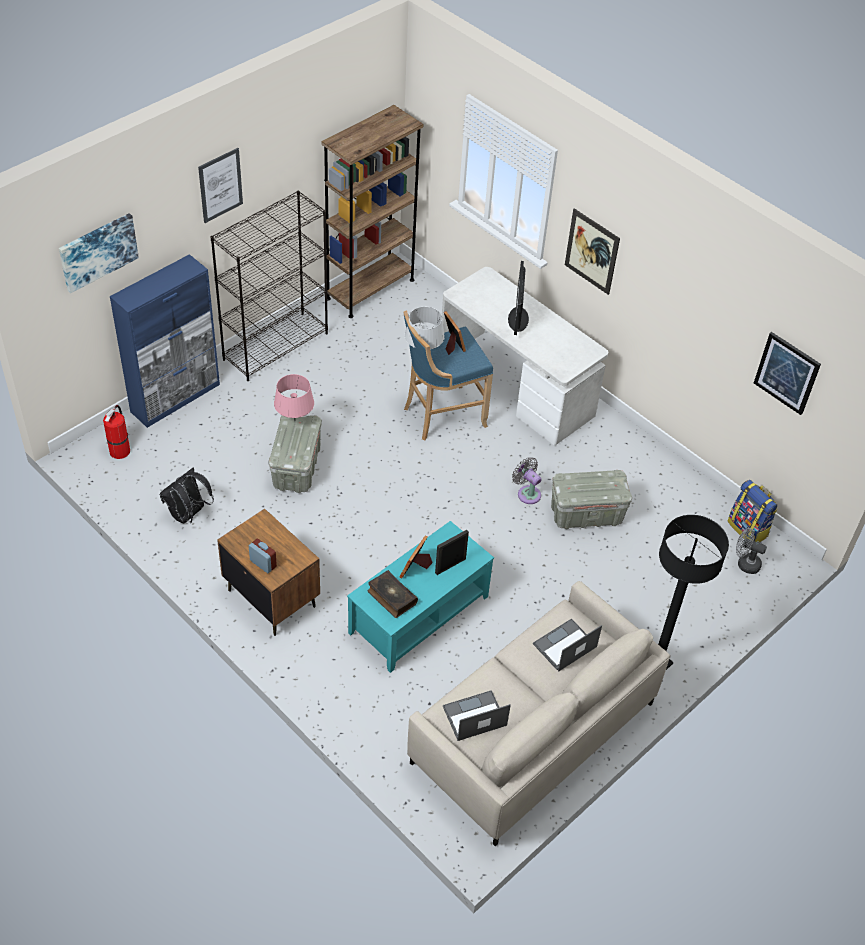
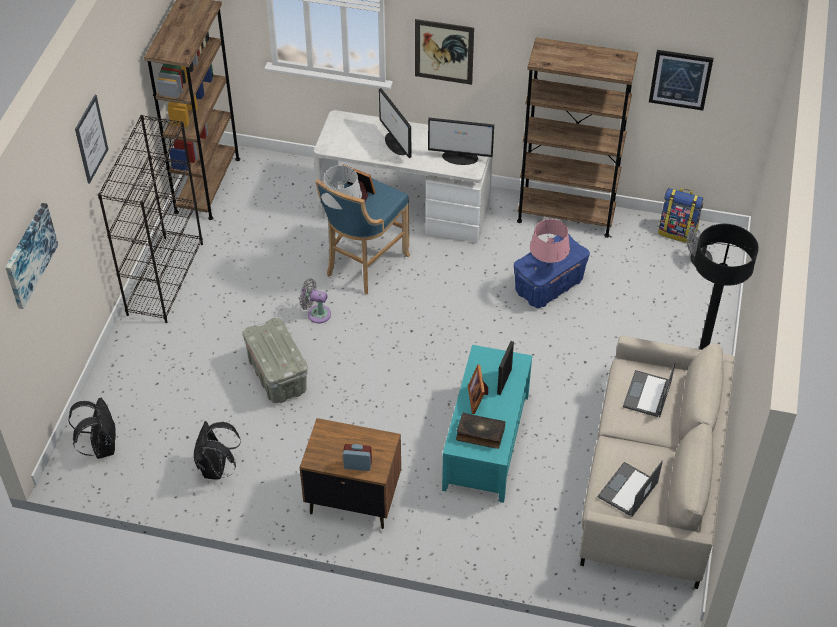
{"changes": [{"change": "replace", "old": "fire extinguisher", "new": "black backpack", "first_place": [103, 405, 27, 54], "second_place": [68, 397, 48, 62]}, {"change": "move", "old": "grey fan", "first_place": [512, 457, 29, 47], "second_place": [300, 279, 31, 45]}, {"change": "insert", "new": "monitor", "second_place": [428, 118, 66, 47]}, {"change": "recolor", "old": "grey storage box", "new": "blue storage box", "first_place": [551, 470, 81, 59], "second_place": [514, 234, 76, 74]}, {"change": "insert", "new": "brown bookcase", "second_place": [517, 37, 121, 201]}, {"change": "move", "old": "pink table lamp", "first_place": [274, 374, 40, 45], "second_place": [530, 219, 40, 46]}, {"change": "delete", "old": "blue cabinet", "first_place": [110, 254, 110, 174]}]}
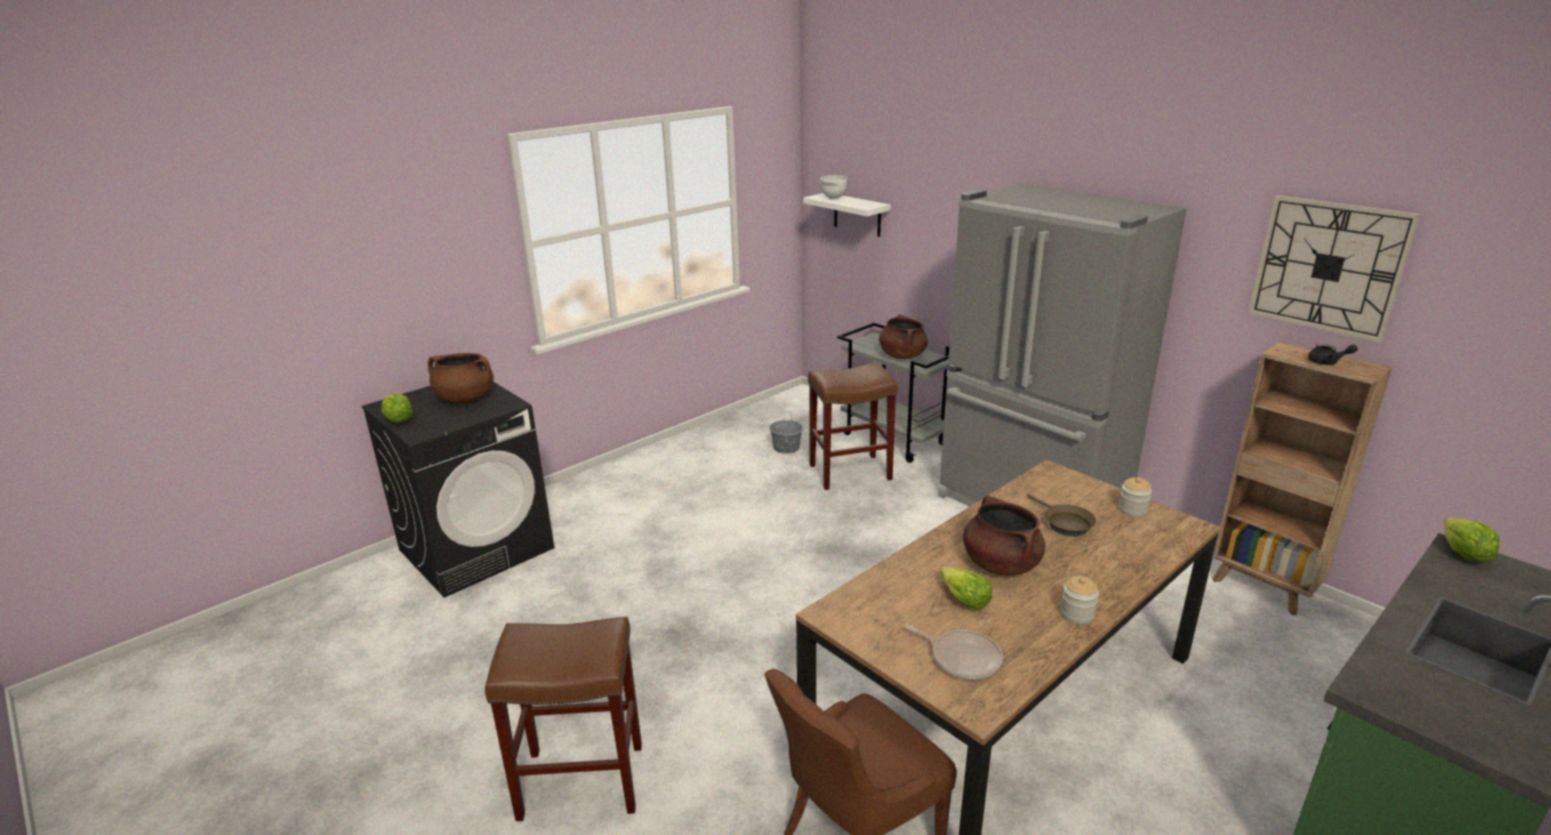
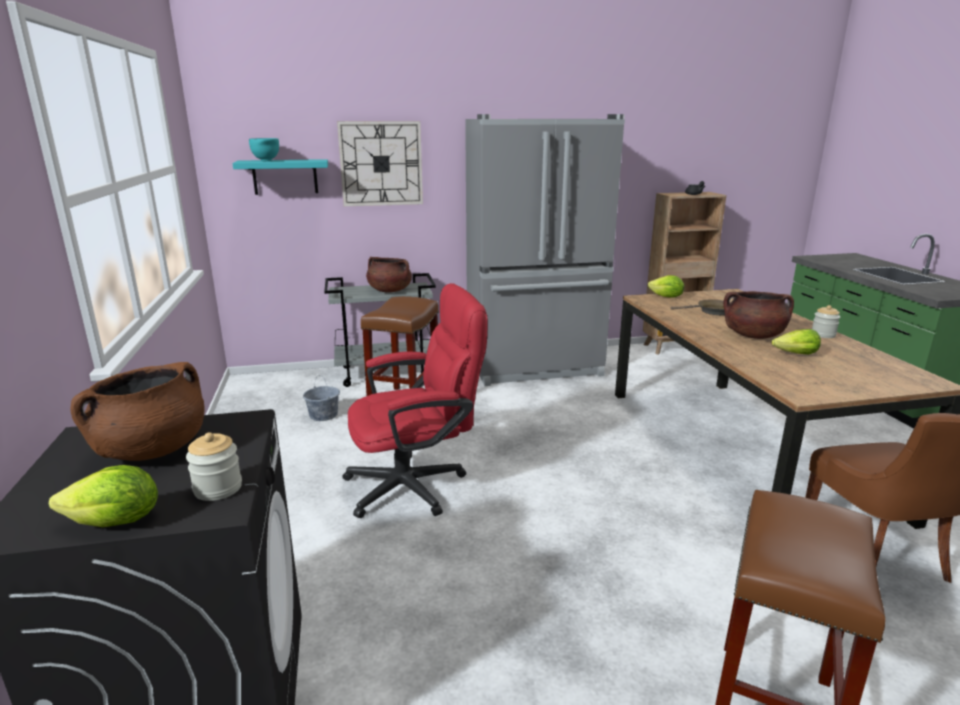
{"changes": [{"change": "move", "old": "jar", "first_place": [1119, 477, 33, 40], "second_place": [186, 432, 56, 69]}, {"change": "recolor", "old": "white shelf", "new": "turquoise shelf", "first_place": [803, 193, 88, 44], "second_place": [232, 159, 96, 36]}, {"change": "recolor", "old": "white bowl", "new": "turquoise bowl", "first_place": [820, 175, 28, 25], "second_place": [249, 138, 30, 23]}, {"change": "move", "old": "wall clock", "first_place": [1248, 195, 173, 148], "second_place": [337, 121, 86, 85]}, {"change": "insert", "new": "red office chair", "second_place": [342, 283, 146, 235]}, {"change": "move", "old": "lettuce", "first_place": [1443, 517, 56, 45], "second_place": [648, 275, 36, 23]}, {"change": "delete", "old": "frying pan", "first_place": [905, 625, 98, 55]}]}
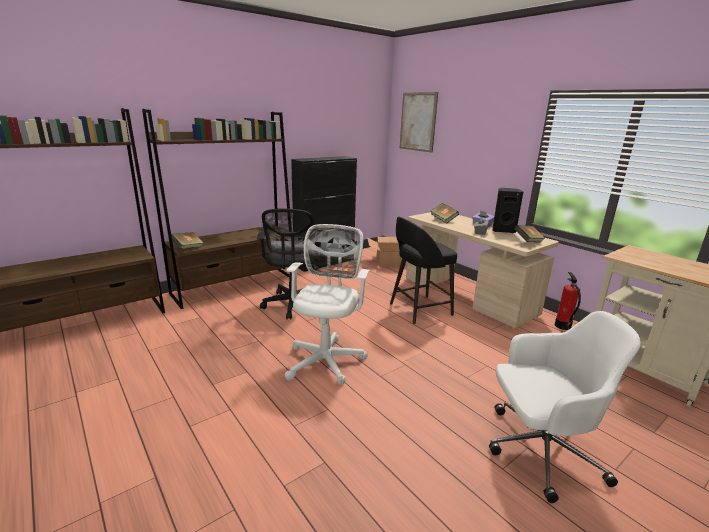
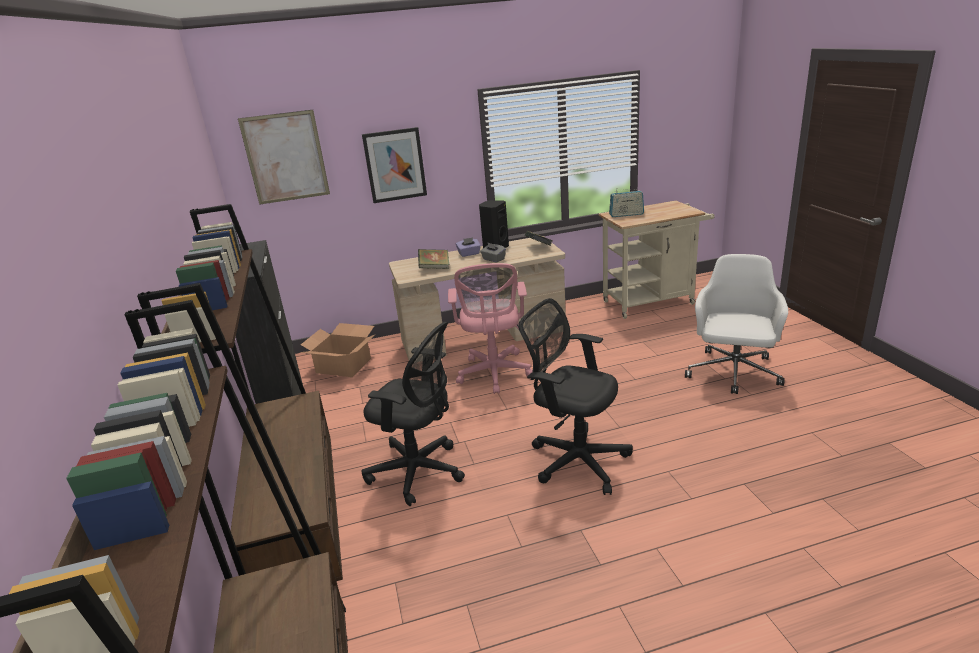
{"changes": [{"change": "insert", "new": "picture", "second_place": [362, 127, 65, 76]}, {"change": "replace", "old": "black stool", "new": "pink office chair", "first_place": [390, 217, 67, 107], "second_place": [448, 263, 85, 131]}, {"change": "recolor", "old": "white office chair", "new": "black office chair", "first_place": [285, 224, 85, 161], "second_place": [518, 298, 115, 197]}, {"change": "insert", "new": "radio", "second_place": [609, 188, 35, 29]}, {"change": "delete", "old": "book", "first_place": [171, 232, 33, 17]}, {"change": "delete", "old": "fire extinguisher", "first_place": [555, 272, 26, 58]}]}
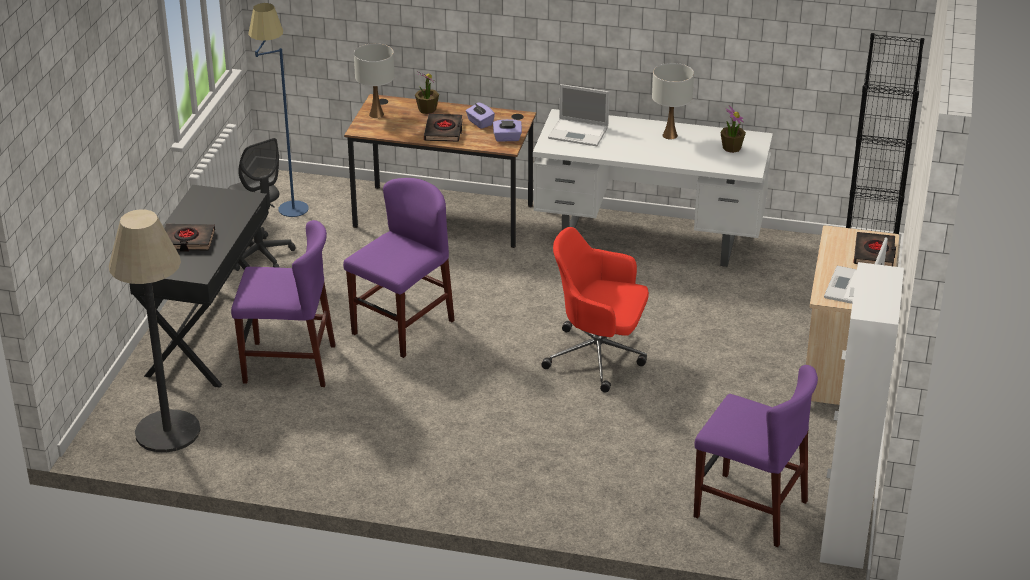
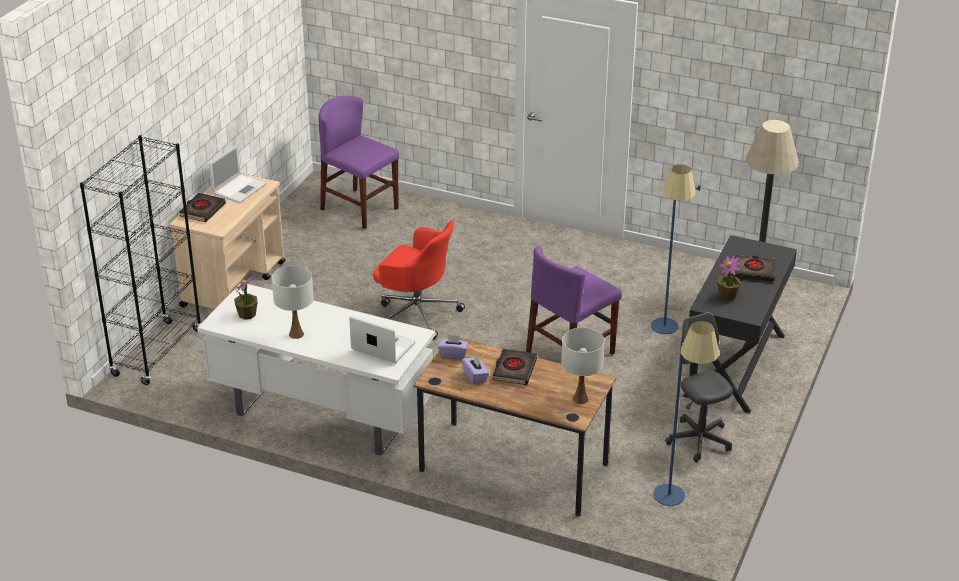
{"changes": [{"change": "replace", "old": "purple chair", "new": "blue floor lamp", "first_place": [231, 220, 105, 167], "second_place": [651, 164, 50, 170]}, {"change": "move", "old": "potted plant", "first_place": [415, 72, 24, 42], "second_place": [717, 256, 24, 45]}, {"change": "delete", "old": "white cabinet", "first_place": [820, 262, 84, 307]}]}
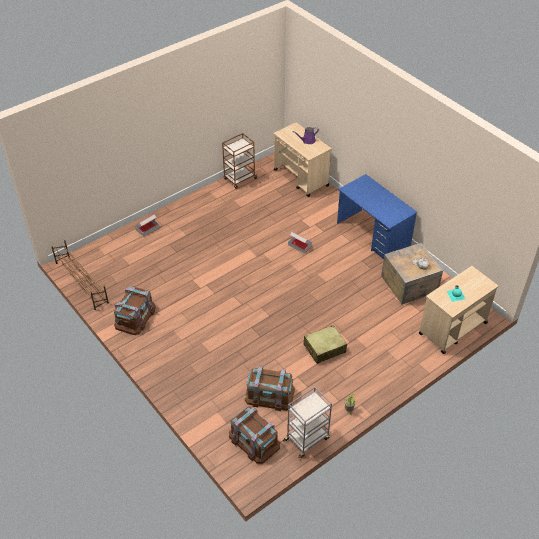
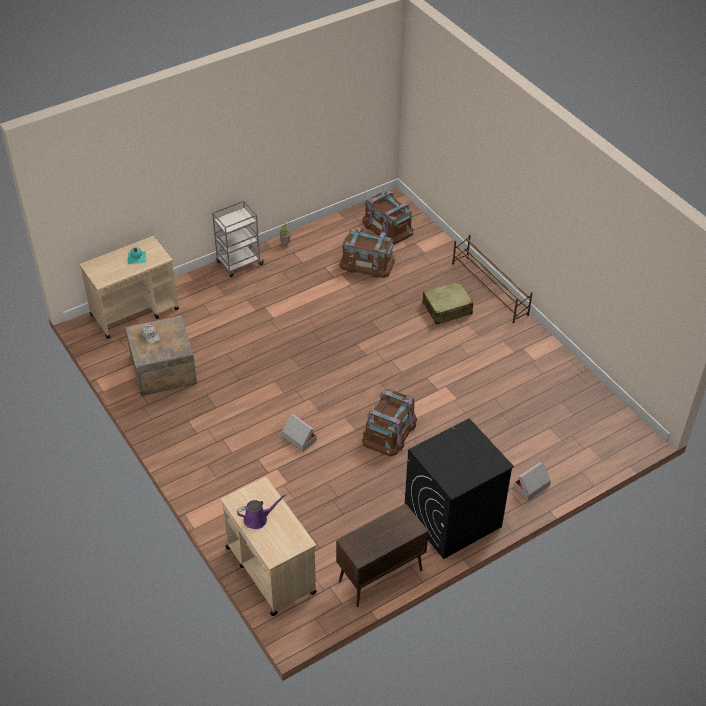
{"changes": [{"change": "move", "old": "grey cart", "first_place": [283, 387, 49, 72], "second_place": [212, 201, 52, 76]}, {"change": "replace", "old": "brown cart", "new": "brown cabinet", "first_place": [222, 133, 35, 56], "second_place": [336, 504, 92, 103]}, {"change": "move", "old": "brown storage box", "first_place": [114, 286, 42, 49], "second_place": [362, 389, 55, 67]}, {"change": "insert", "new": "black washing machine", "second_place": [405, 418, 109, 141]}, {"change": "move", "old": "beige suitcase", "first_place": [303, 325, 44, 39], "second_place": [423, 281, 50, 44]}, {"change": "move", "old": "brown shoe rack", "first_place": [52, 240, 57, 70], "second_place": [452, 235, 81, 88]}, {"change": "delete", "old": "blue desk", "first_place": [337, 174, 80, 85]}]}
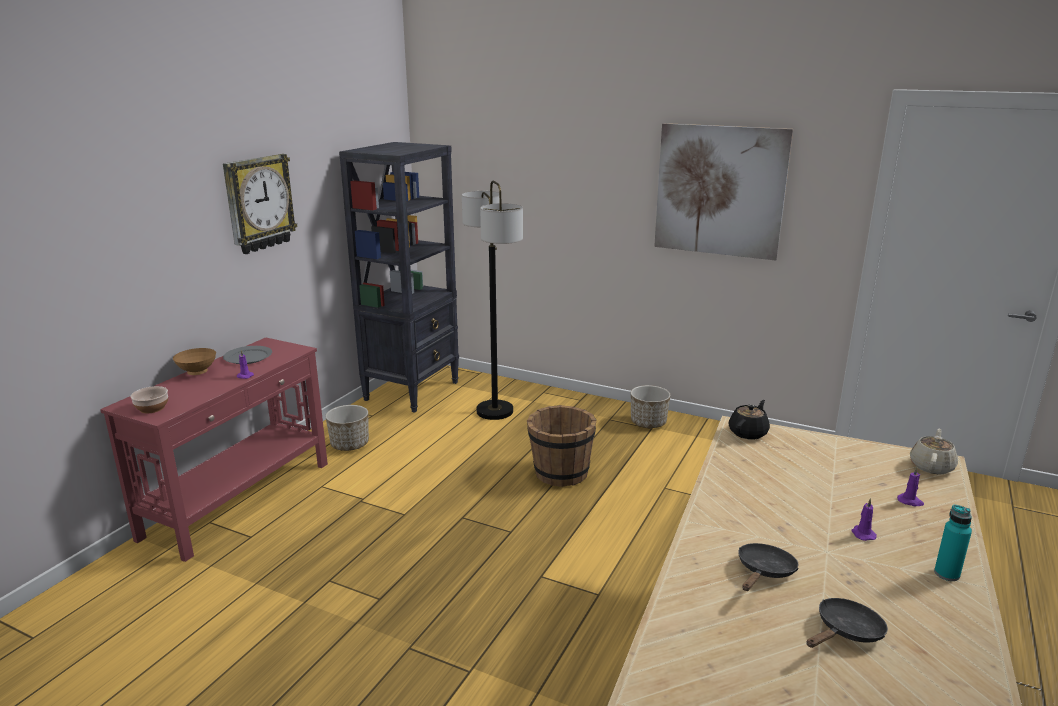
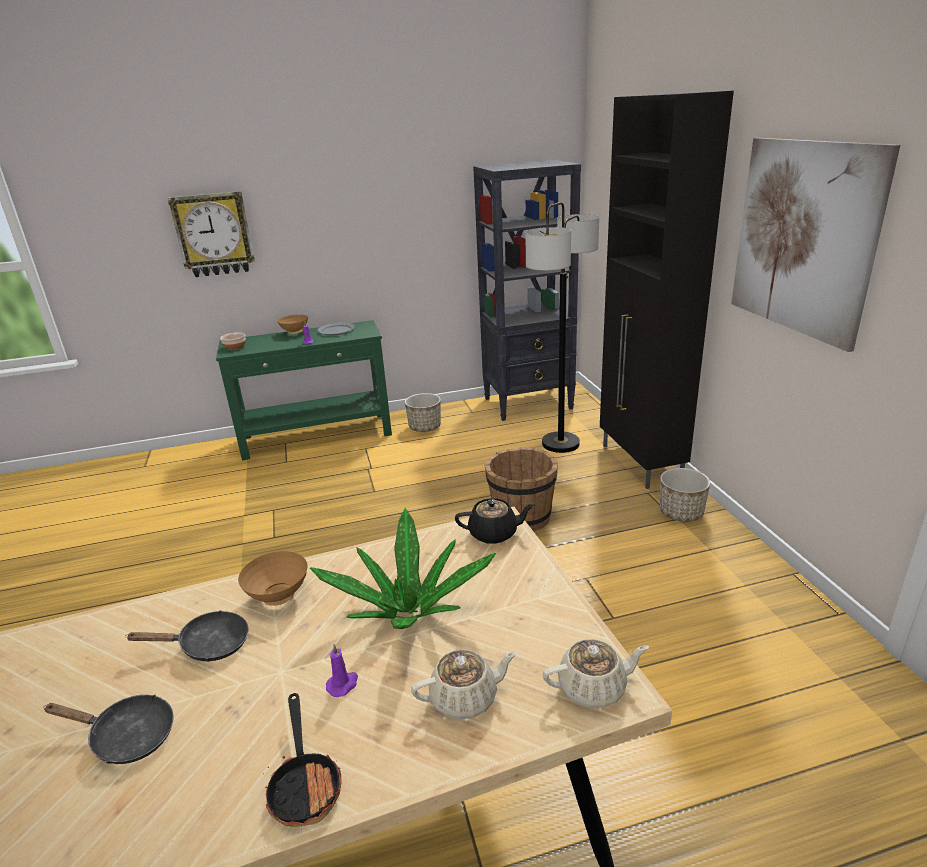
{"changes": [{"change": "move", "old": "wall clock", "first_place": [223, 154, 75, 100], "second_place": [168, 191, 87, 86]}, {"change": "recolor", "old": "red console table", "new": "green console table", "first_place": [100, 337, 228, 225], "second_place": [216, 320, 176, 140]}, {"change": "insert", "new": "brown bowl", "second_place": [238, 551, 69, 55]}, {"change": "replace", "old": "turquoise bottle", "new": "frying pan", "first_place": [934, 505, 38, 76], "second_place": [265, 693, 77, 134]}, {"change": "insert", "new": "potted plant", "second_place": [310, 508, 186, 121]}, {"change": "replace", "old": "purple candle", "new": "beige teapot", "first_place": [897, 467, 27, 39], "second_place": [411, 649, 106, 70]}, {"change": "insert", "new": "black cabinet", "second_place": [600, 91, 134, 398]}]}
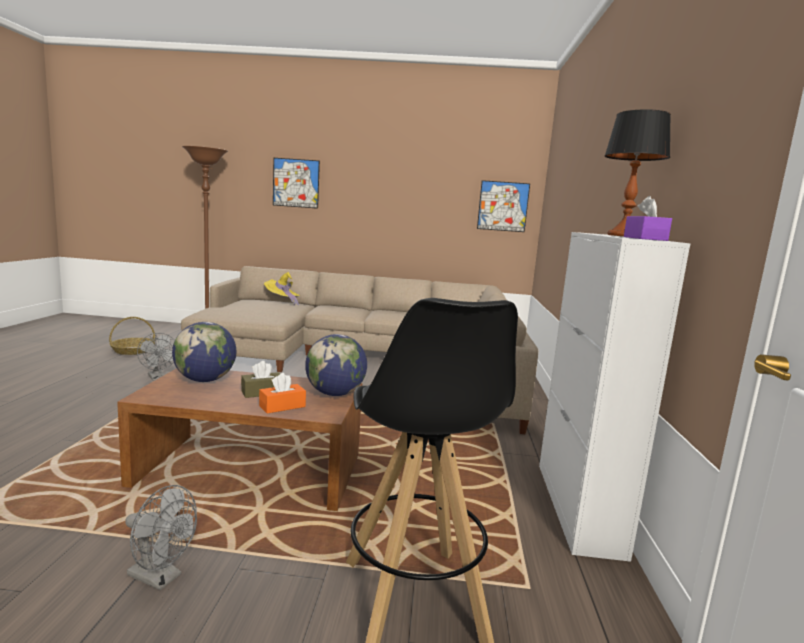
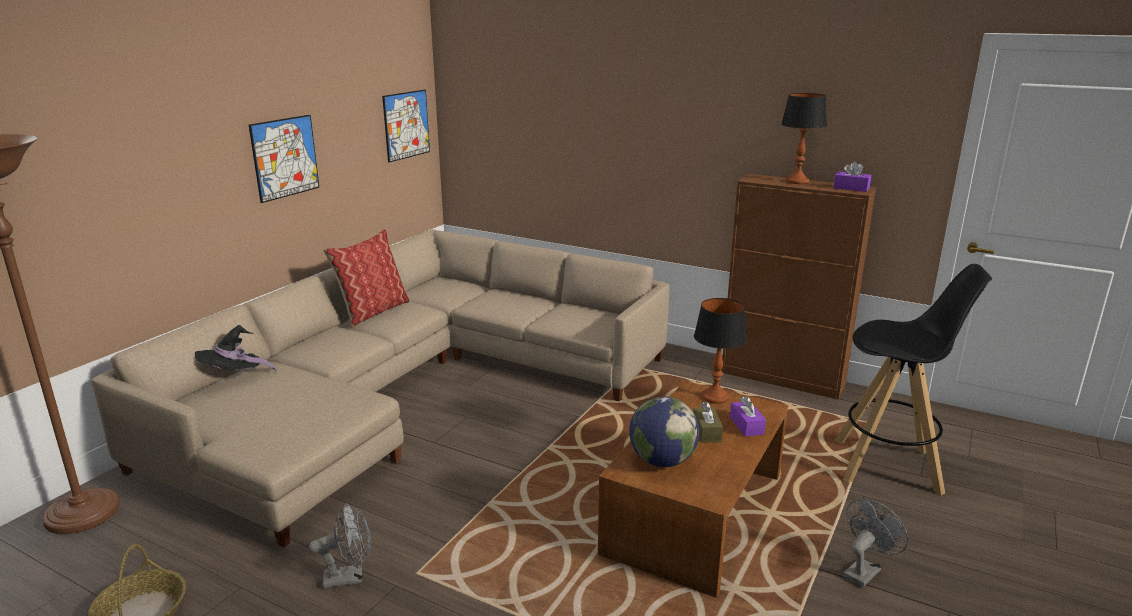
{"changes": [{"change": "recolor", "old": "yellow hat", "new": "black hat", "first_place": [264, 272, 36, 34], "second_place": [195, 325, 82, 47]}, {"change": "move", "old": "picture", "first_place": [273, 158, 47, 51], "second_place": [249, 115, 71, 88]}, {"change": "insert", "new": "pillow", "second_place": [323, 229, 86, 98]}, {"change": "replace", "old": "globe", "new": "table lamp", "first_place": [305, 334, 62, 62], "second_place": [694, 298, 53, 106]}, {"change": "recolor", "old": "white cabinet", "new": "brown cabinet", "first_place": [539, 232, 151, 330], "second_place": [721, 174, 155, 226]}, {"change": "recolor", "old": "orange tissue box", "new": "purple tissue box", "first_place": [259, 373, 47, 41], "second_place": [730, 396, 36, 41]}]}
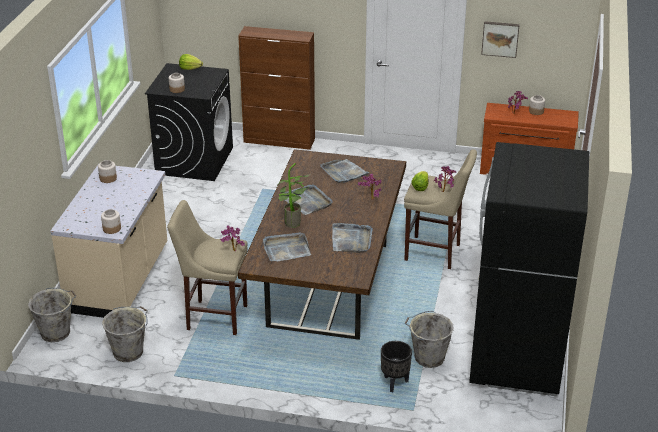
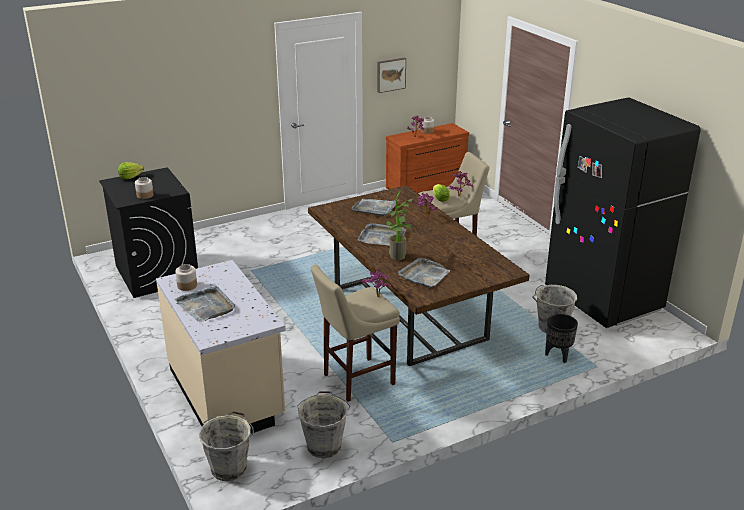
{"changes": [{"change": "move", "old": "grey tray", "first_place": [332, 223, 41, 30], "second_place": [175, 286, 60, 36]}, {"change": "delete", "old": "jar", "first_place": [101, 209, 20, 25]}, {"change": "delete", "old": "brown cabinet", "first_place": [238, 26, 77, 124]}]}
